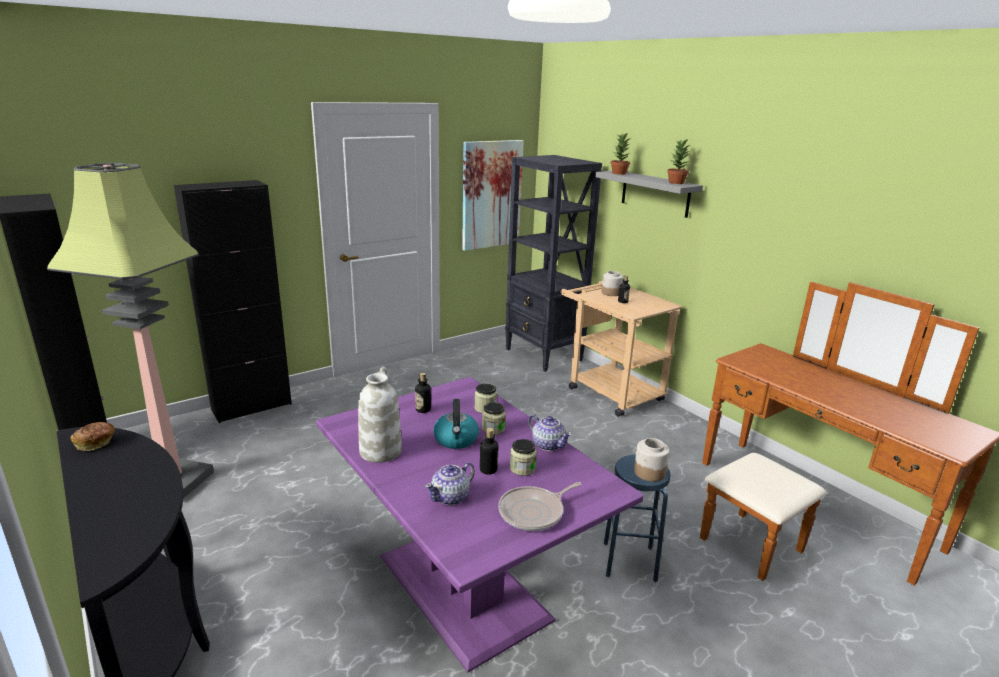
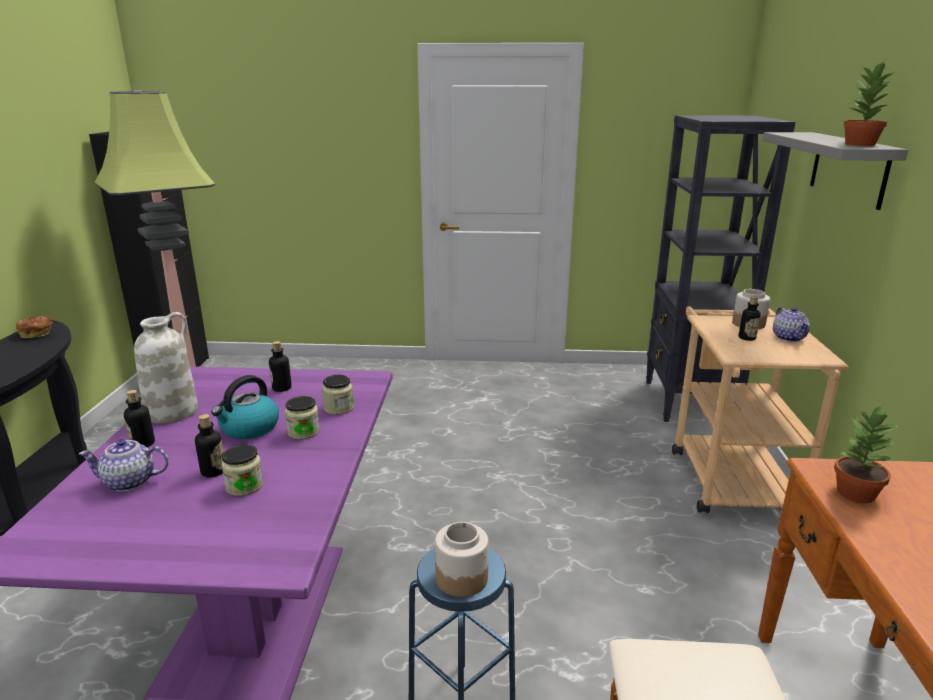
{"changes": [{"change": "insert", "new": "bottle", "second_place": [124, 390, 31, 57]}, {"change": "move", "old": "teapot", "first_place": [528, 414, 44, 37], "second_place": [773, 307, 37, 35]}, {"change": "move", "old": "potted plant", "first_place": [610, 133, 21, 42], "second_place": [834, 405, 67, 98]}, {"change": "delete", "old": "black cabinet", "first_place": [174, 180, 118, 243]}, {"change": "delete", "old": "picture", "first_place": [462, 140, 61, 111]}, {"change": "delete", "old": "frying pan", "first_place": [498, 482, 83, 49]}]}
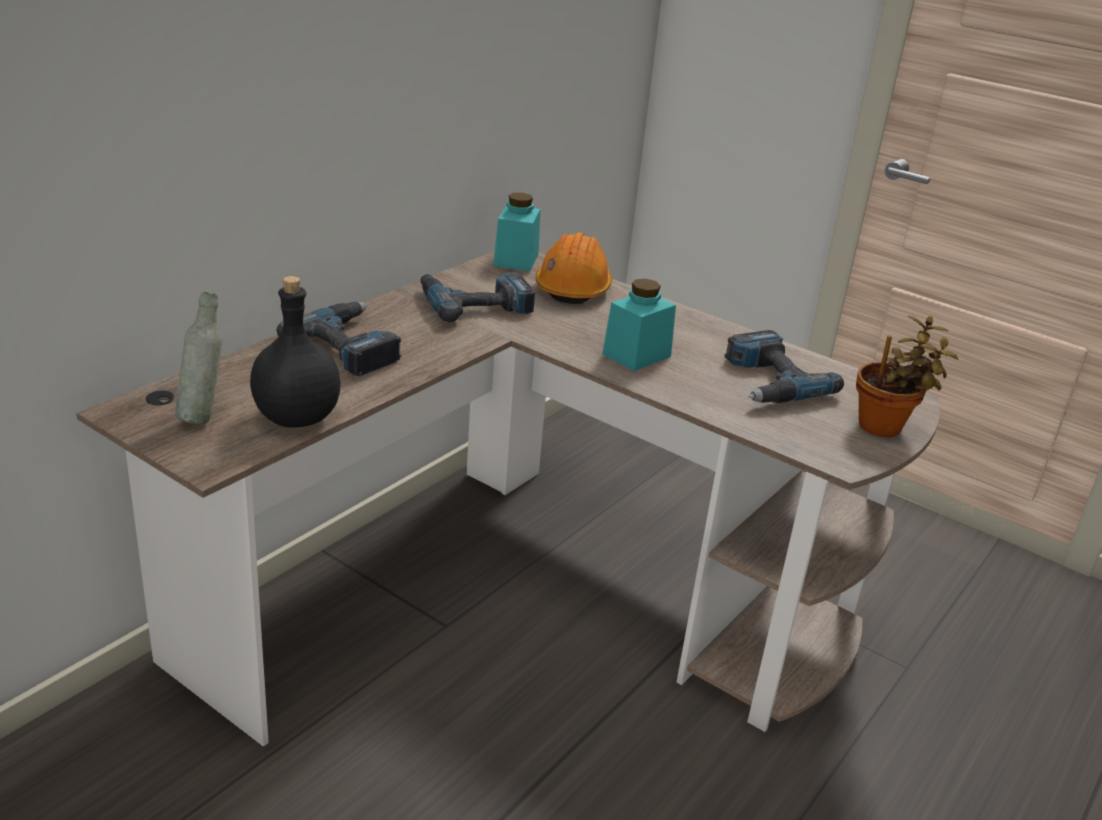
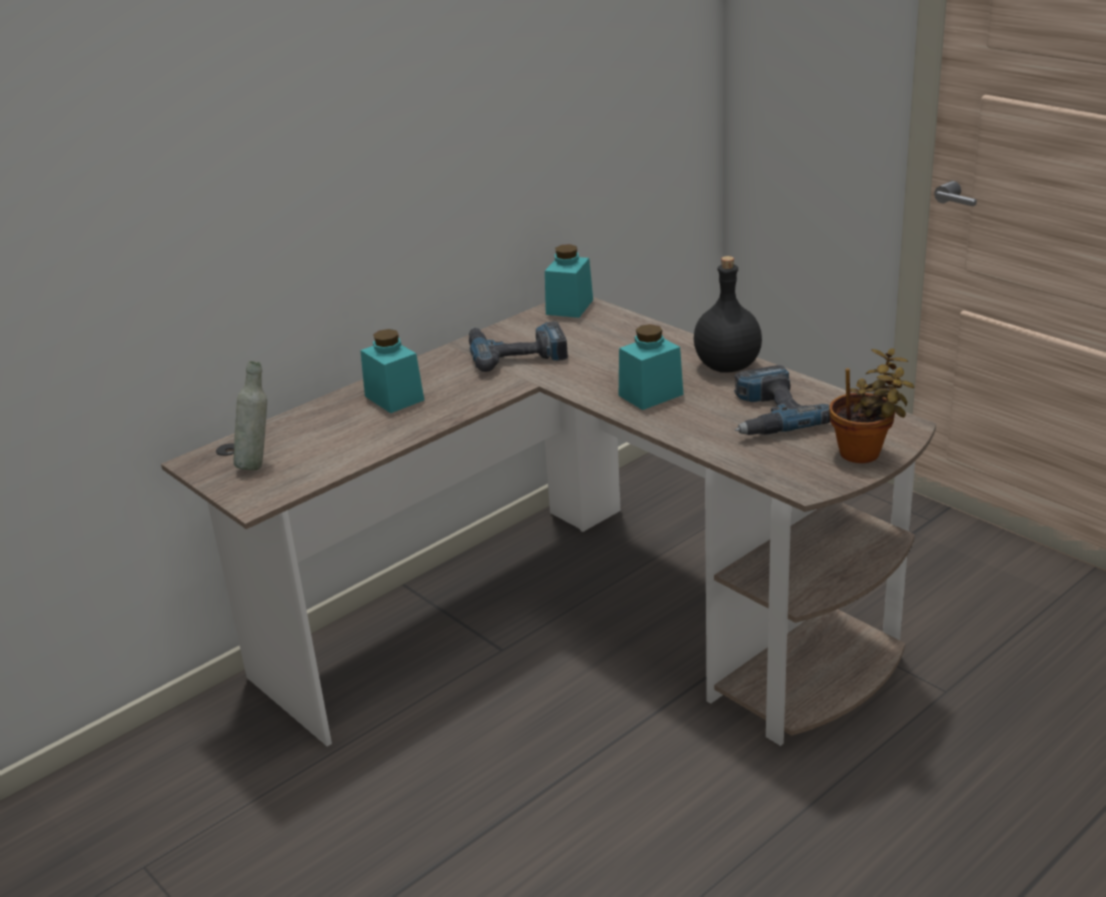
{"changes": [{"change": "replace", "old": "power drill", "new": "turquoise jar", "first_place": [276, 302, 126, 74], "second_place": [360, 329, 64, 84]}, {"change": "move", "old": "black bottle", "first_place": [250, 276, 91, 152], "second_place": [694, 256, 68, 117]}, {"change": "delete", "old": "orange hard hat", "first_place": [536, 232, 77, 72]}]}
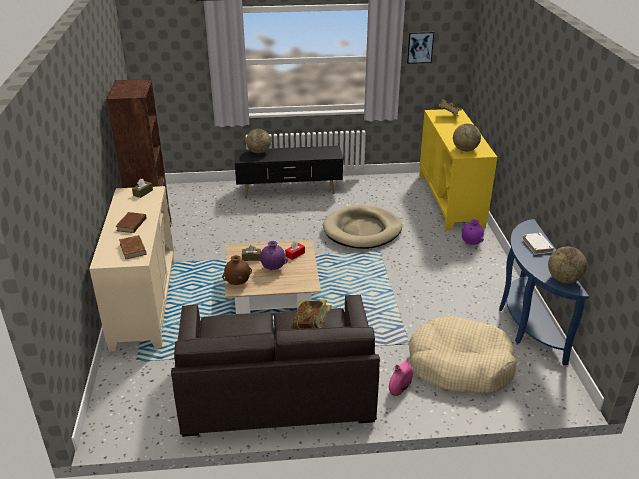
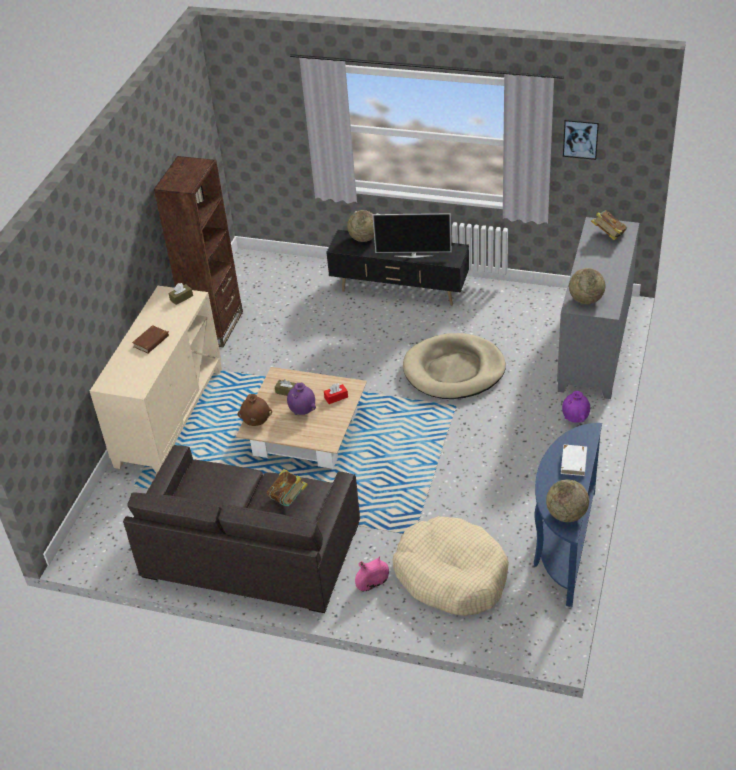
{"changes": [{"change": "insert", "new": "television", "second_place": [373, 213, 79, 45]}, {"change": "recolor", "old": "yellow cabinet", "new": "grey cabinet", "first_place": [420, 109, 77, 121], "second_place": [557, 217, 82, 182]}, {"change": "delete", "old": "brown book", "first_place": [119, 235, 27, 24]}]}
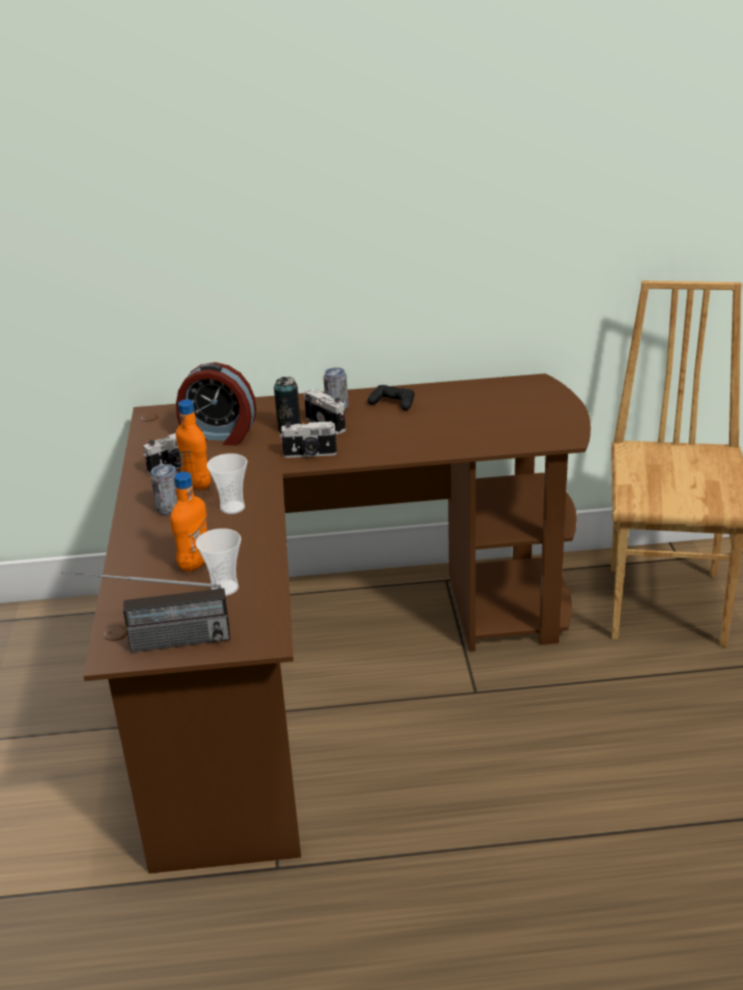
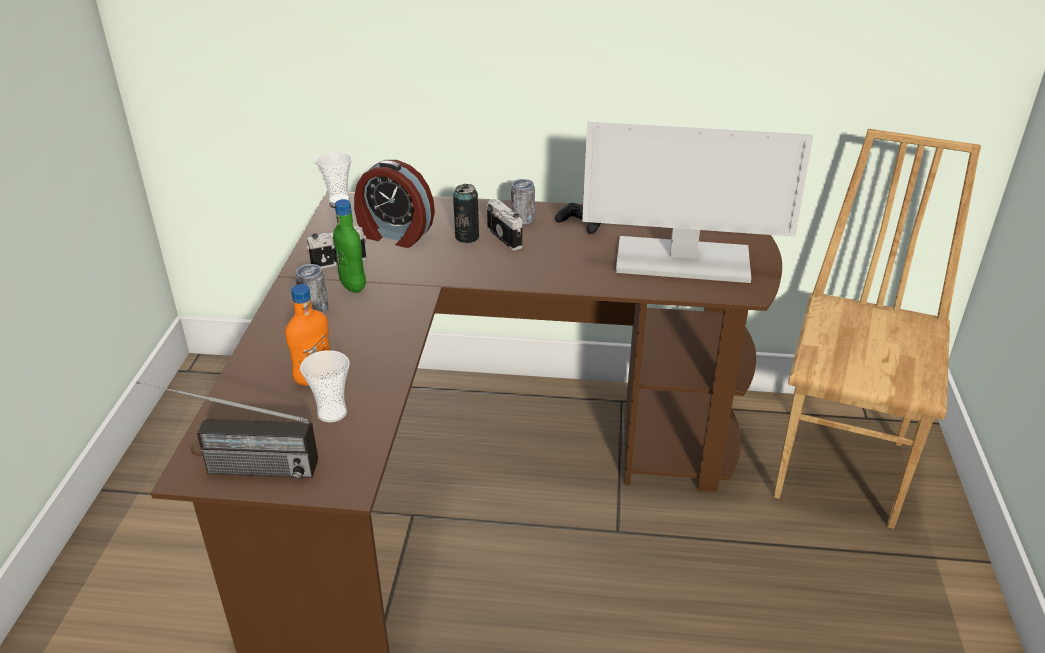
{"changes": [{"change": "move", "old": "cup", "first_place": [207, 453, 41, 61], "second_place": [316, 152, 36, 52]}, {"change": "recolor", "old": "orange bottle", "new": "green bottle", "first_place": [176, 399, 35, 91], "second_place": [333, 199, 33, 94]}, {"change": "insert", "new": "monitor", "second_place": [582, 122, 231, 161]}, {"change": "delete", "old": "photo camera", "first_place": [280, 421, 58, 37]}]}
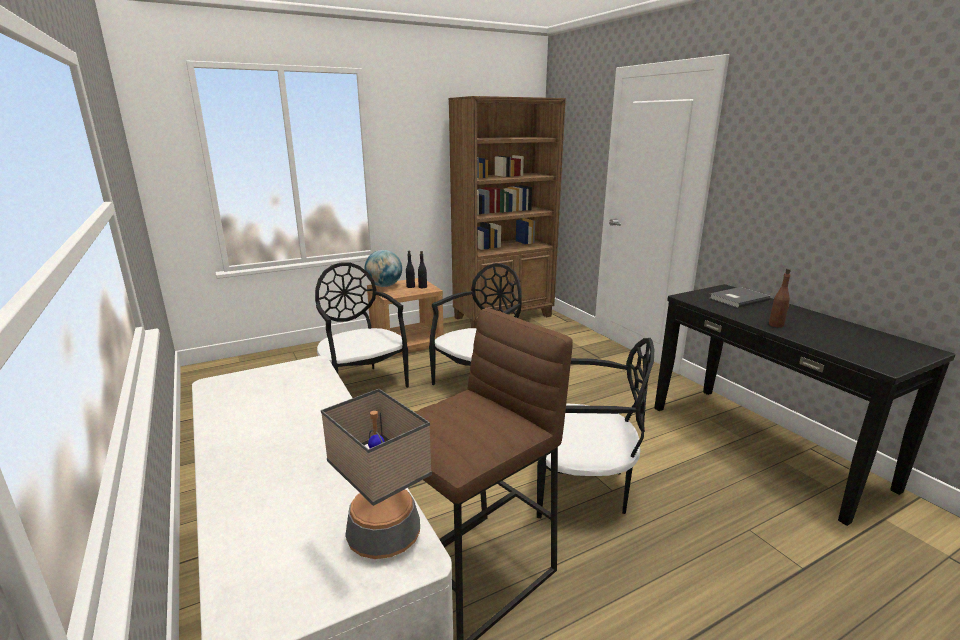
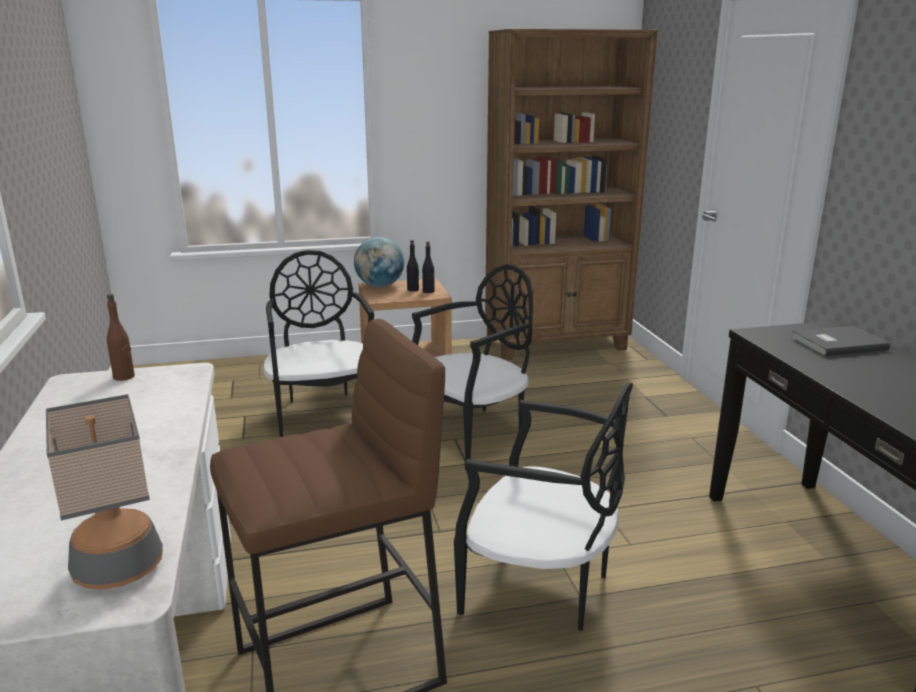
{"changes": [{"change": "move", "old": "brown bottle", "first_place": [769, 268, 22, 60], "second_place": [107, 294, 28, 87]}]}
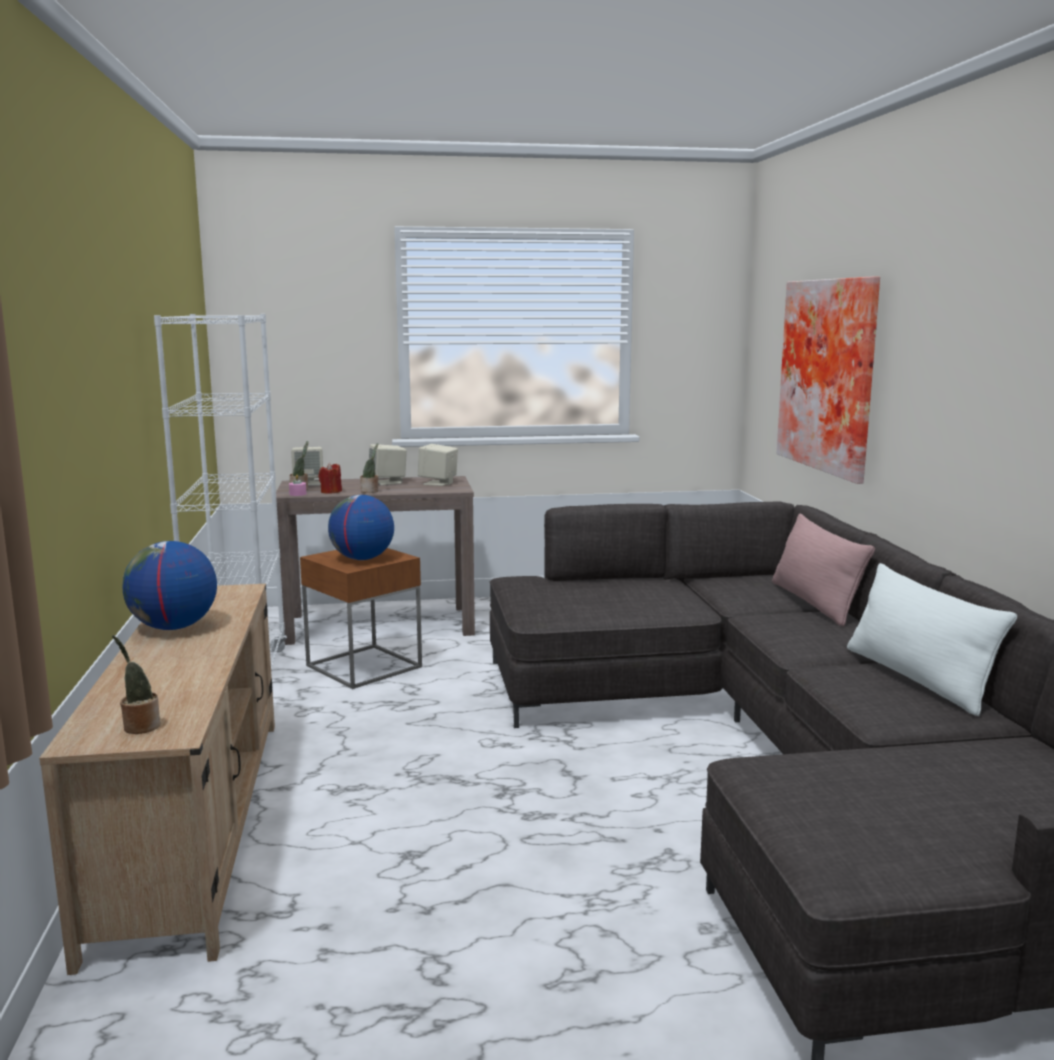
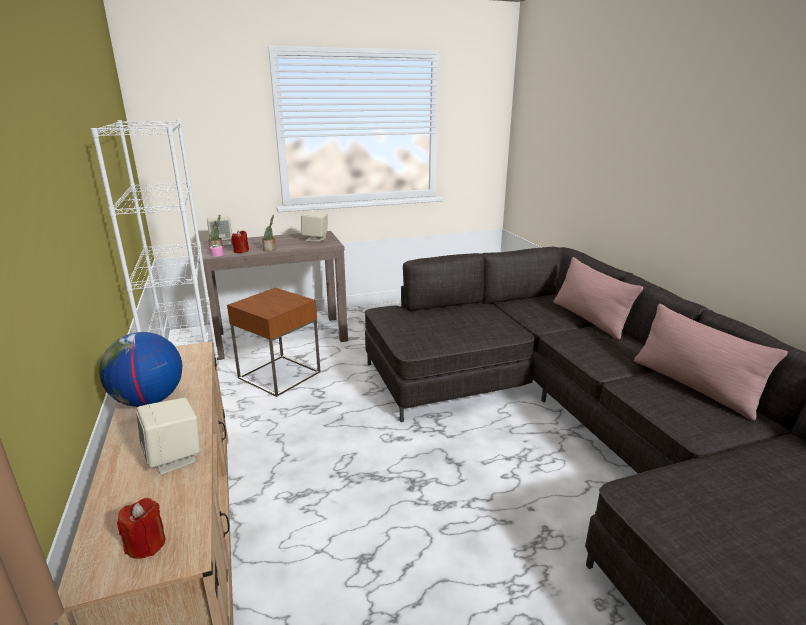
{"changes": [{"change": "replace", "old": "potted plant", "new": "red candle", "first_place": [112, 635, 48, 99], "second_place": [117, 498, 49, 61]}, {"change": "move", "old": "beige speaker", "first_place": [369, 444, 38, 41], "second_place": [136, 398, 64, 77]}, {"change": "recolor", "old": "white pillow", "new": "pink pillow", "first_place": [847, 563, 170, 153], "second_place": [634, 304, 154, 117]}, {"change": "delete", "old": "globe", "first_place": [328, 495, 66, 65]}, {"change": "delete", "old": "picture", "first_place": [777, 276, 103, 208]}]}
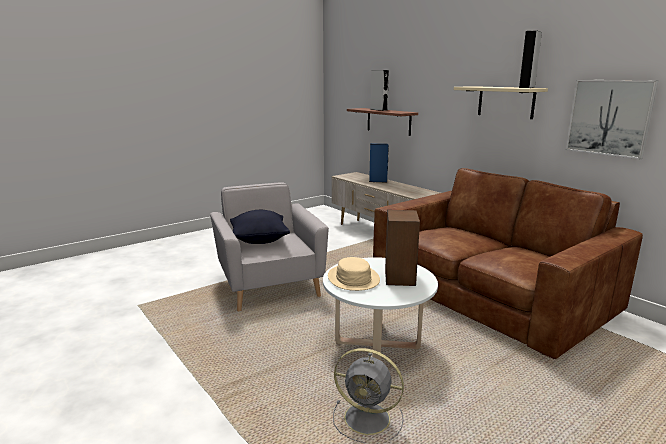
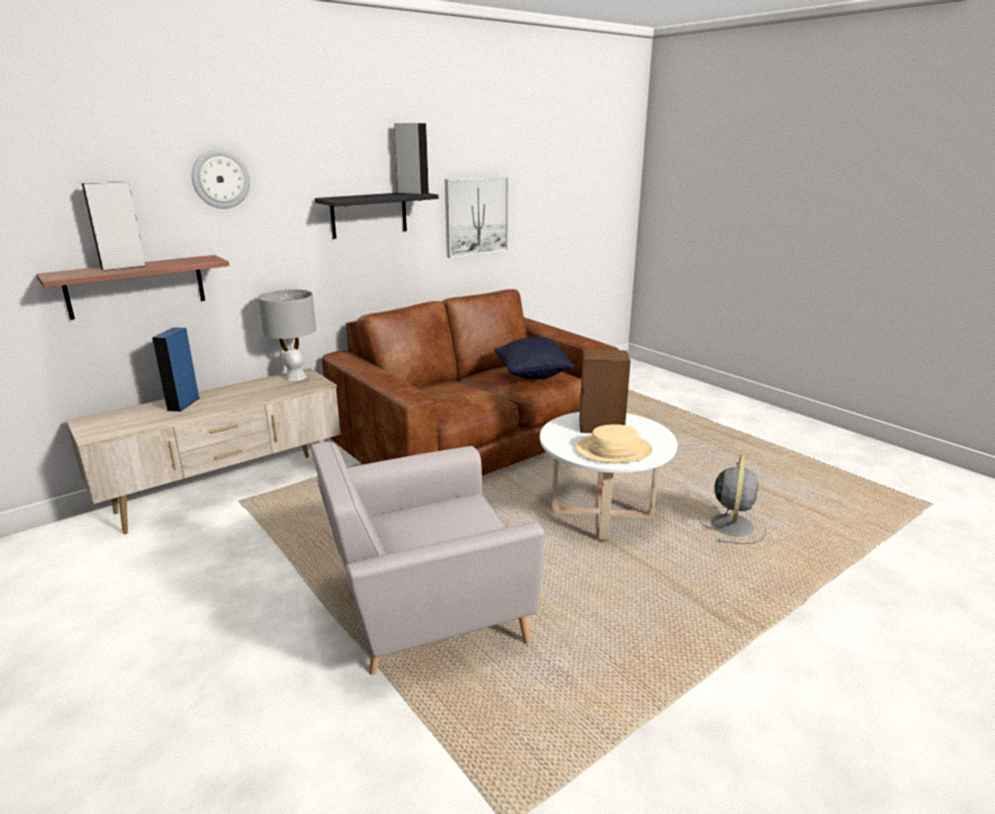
{"changes": [{"change": "insert", "new": "wall clock", "second_place": [192, 149, 58, 60]}, {"change": "insert", "new": "grey table lamp", "second_place": [258, 289, 58, 92]}, {"change": "recolor", "old": "beige shelf", "new": "black shelf", "first_place": [454, 86, 94, 33], "second_place": [315, 193, 123, 46]}, {"change": "move", "old": "black pillow", "first_place": [230, 210, 60, 34], "second_place": [494, 337, 80, 42]}]}
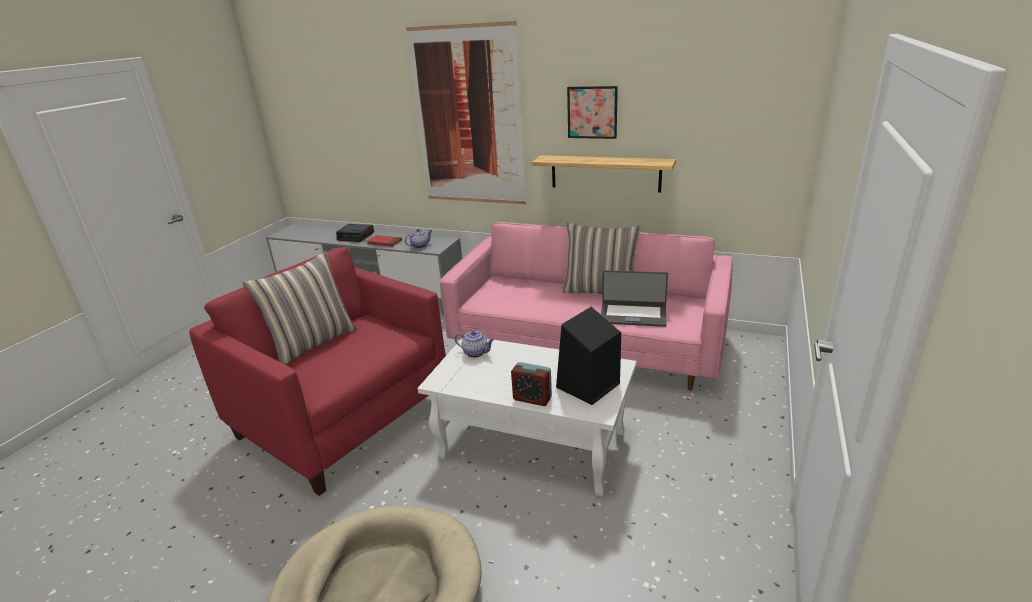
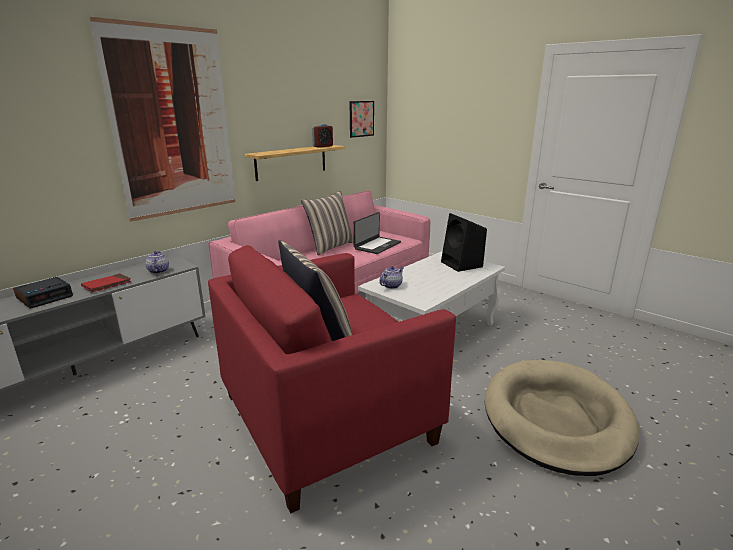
{"changes": [{"change": "move", "old": "alarm clock", "first_place": [511, 362, 41, 44], "second_place": [312, 124, 21, 24]}, {"change": "move", "old": "picture", "first_place": [567, 86, 51, 53], "second_place": [350, 101, 24, 37]}]}
